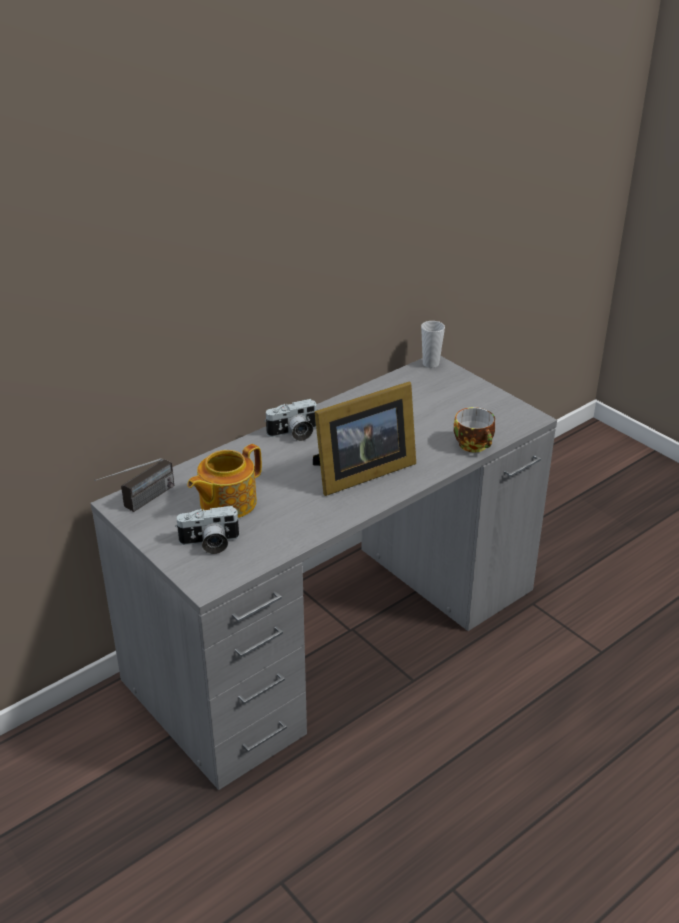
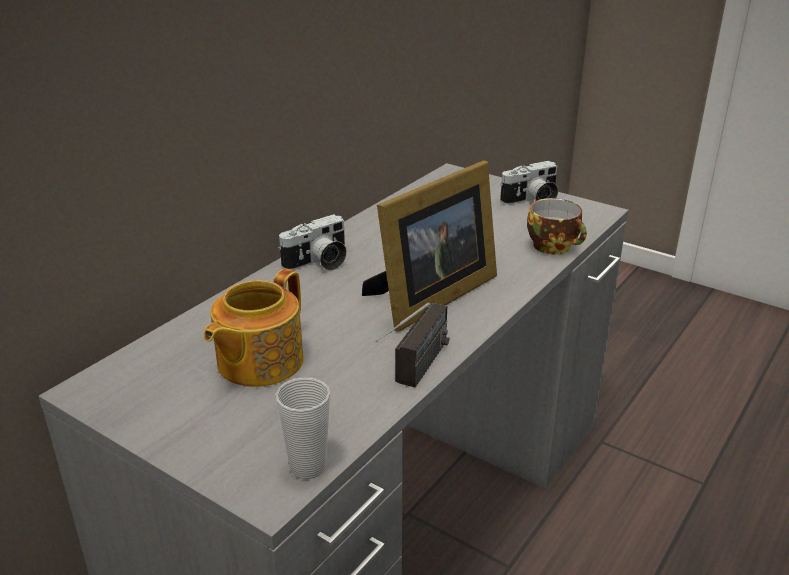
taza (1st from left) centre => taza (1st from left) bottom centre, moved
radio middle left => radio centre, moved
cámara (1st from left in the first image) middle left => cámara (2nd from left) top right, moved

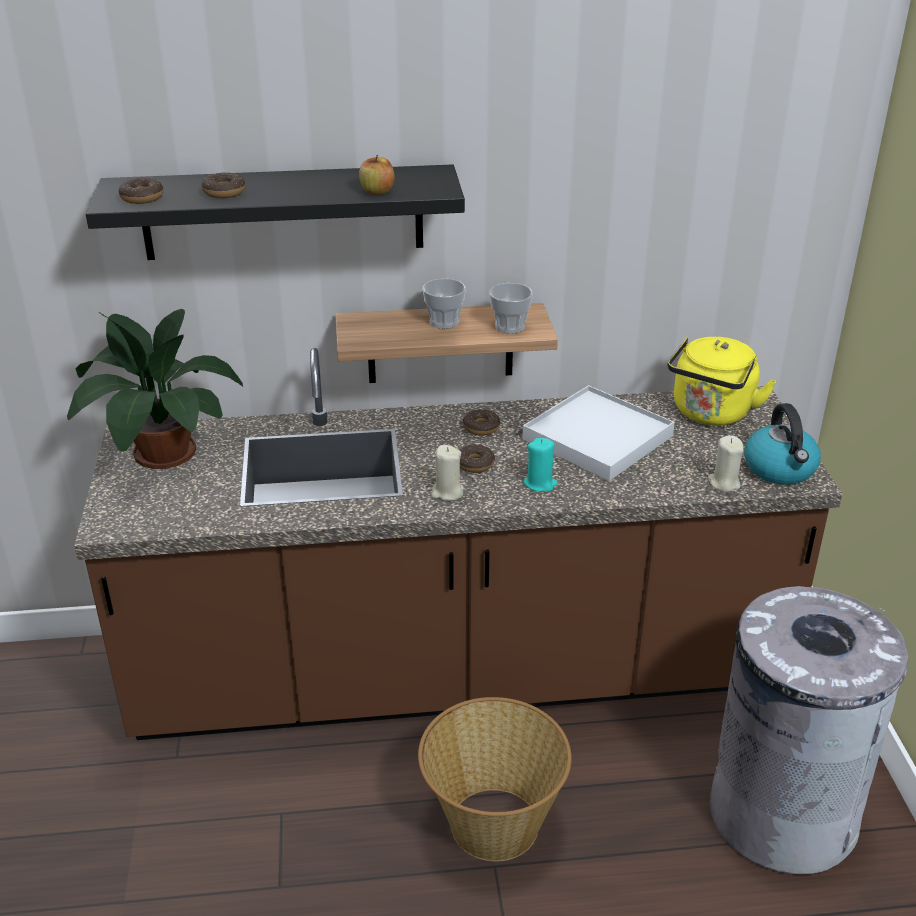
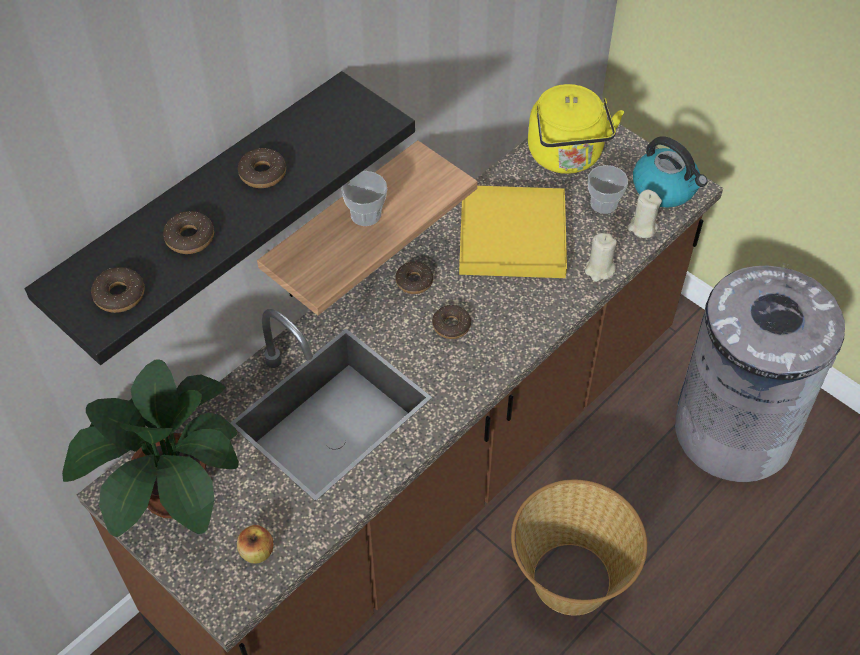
manzana top centre => manzana bottom left, moved
nothing => rosquilla (3rd from left) top left
bandeja [blanco] centre => bandeja [amarillo] centre
vela [beis] (1st from left) centre => vela [beis] (1st from left) middle right, moved
taza (2nd from left) centre => taza (2nd from left) top right, moved
vela [turquesa] centre => nothing

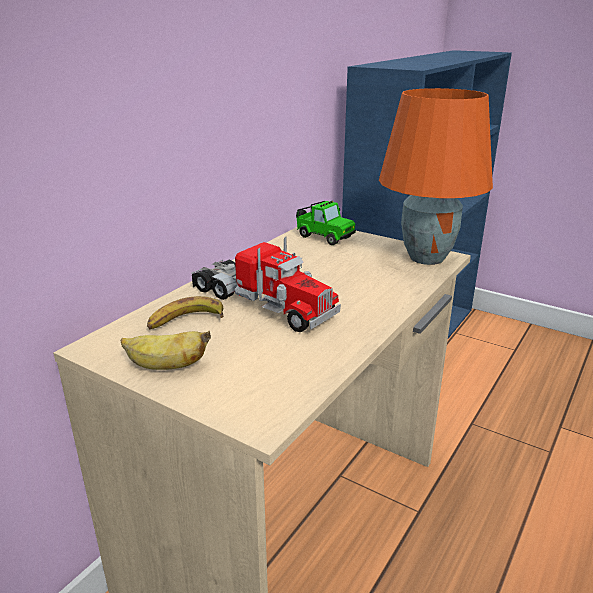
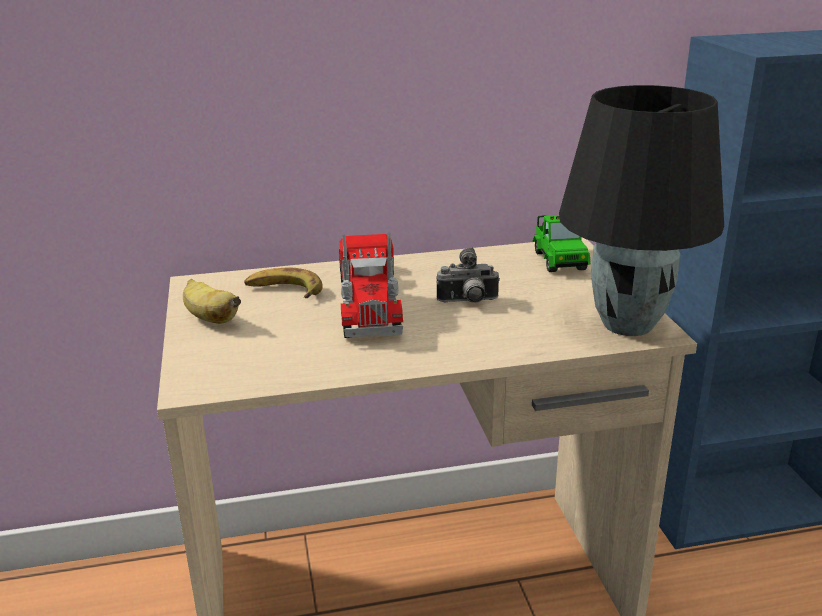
nothing => cámara centre
lámpara de mesa [naranja] top right => lámpara de mesa [negro] middle right

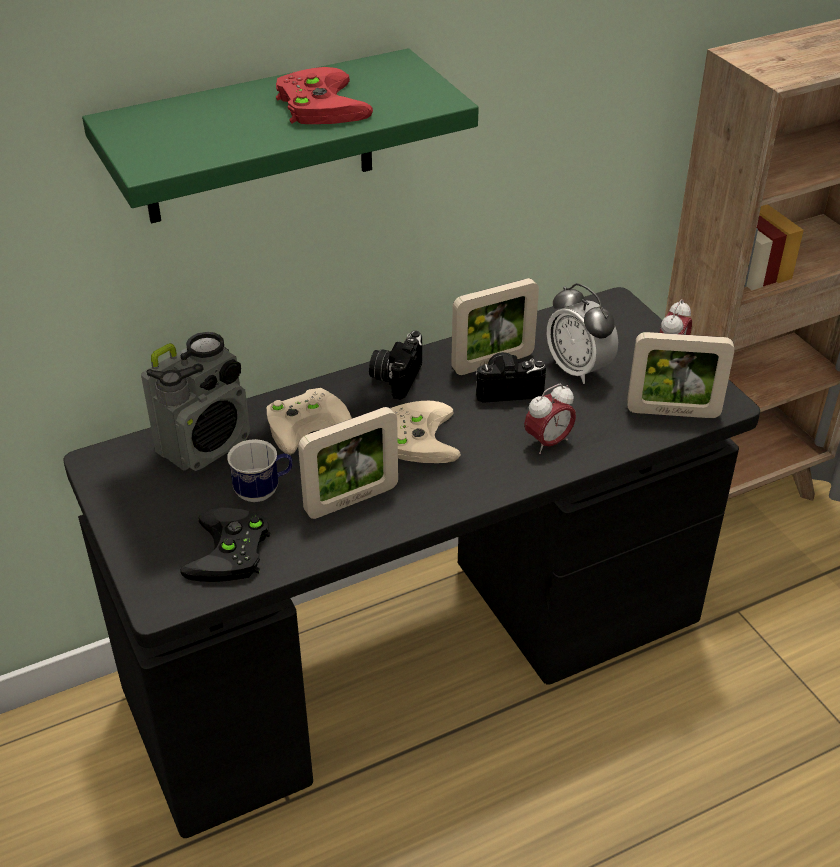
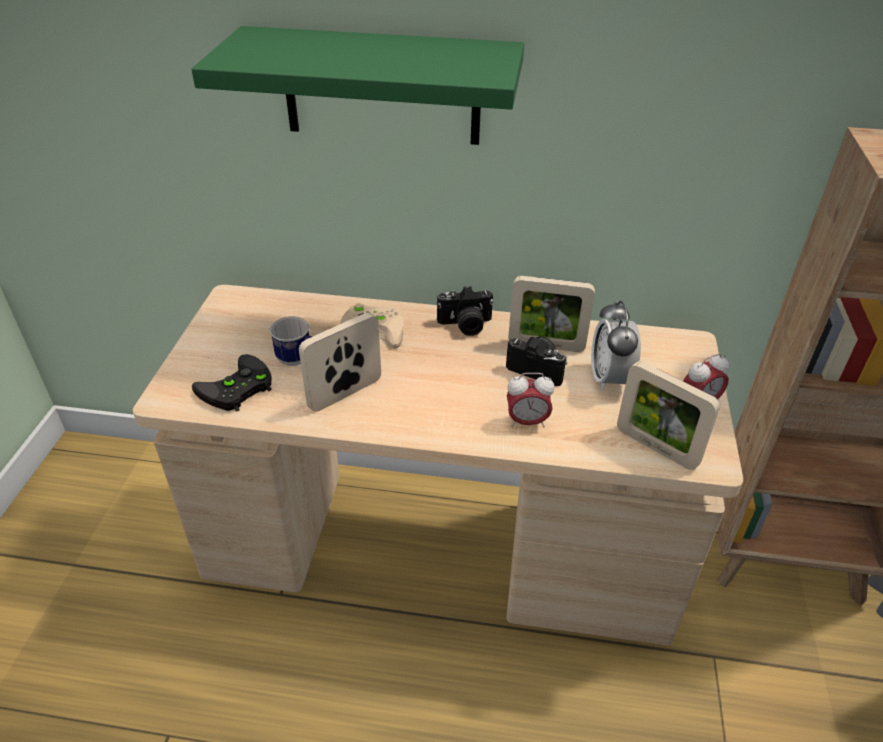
escritorio [negro] centre => escritorio [beis] centre
portarretratos (1st from left) centre, 135 degrees clockwise
cámara (1st from left) centre, 150 degrees counterclockwise
radio middle left => nothing
mando de consola [rojo] top centre => nothing
mando de consola [beis] (2nd from left) centre => nothing

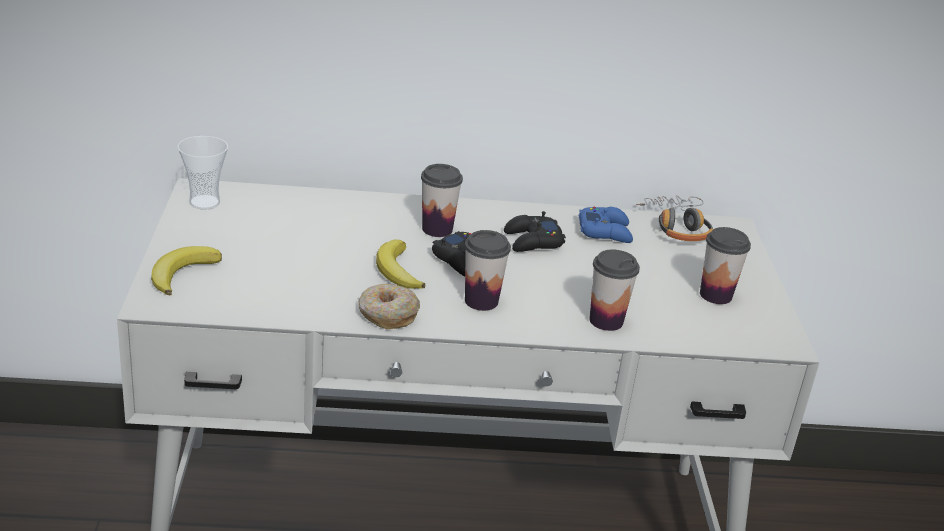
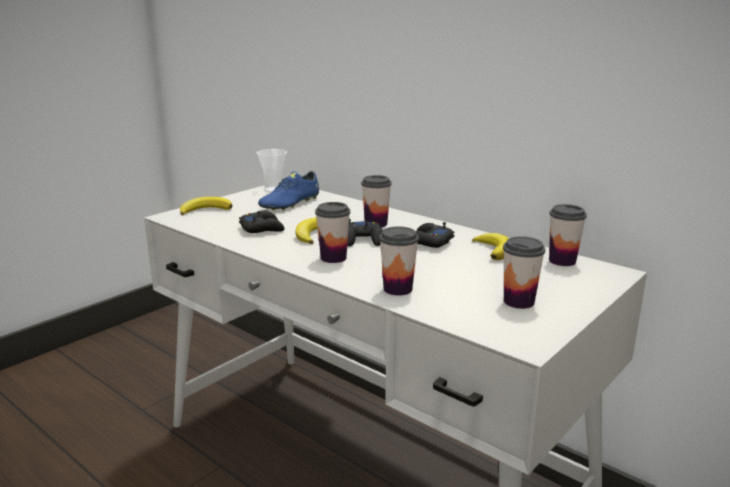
nothing => mando de consola [negro] (1st from left) centre
nothing => zapato [azul] centre
mando de consola [azul] centre => plátano (3rd from left) middle right
auriculares middle right => taza (6th from left) middle right
rosquilla centre => nothing

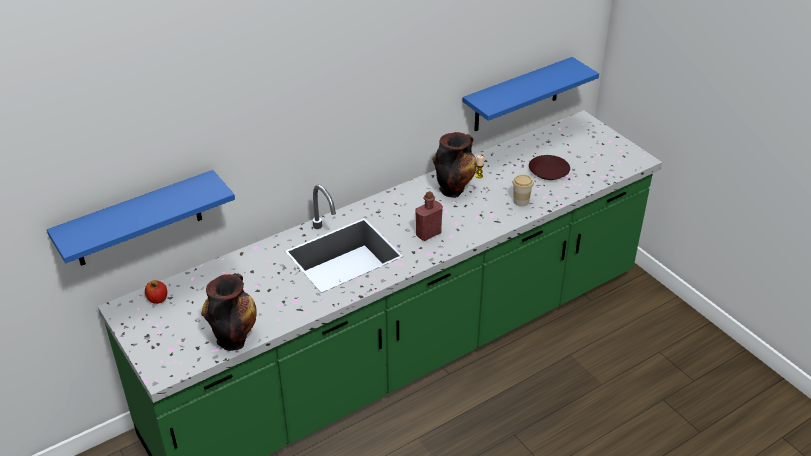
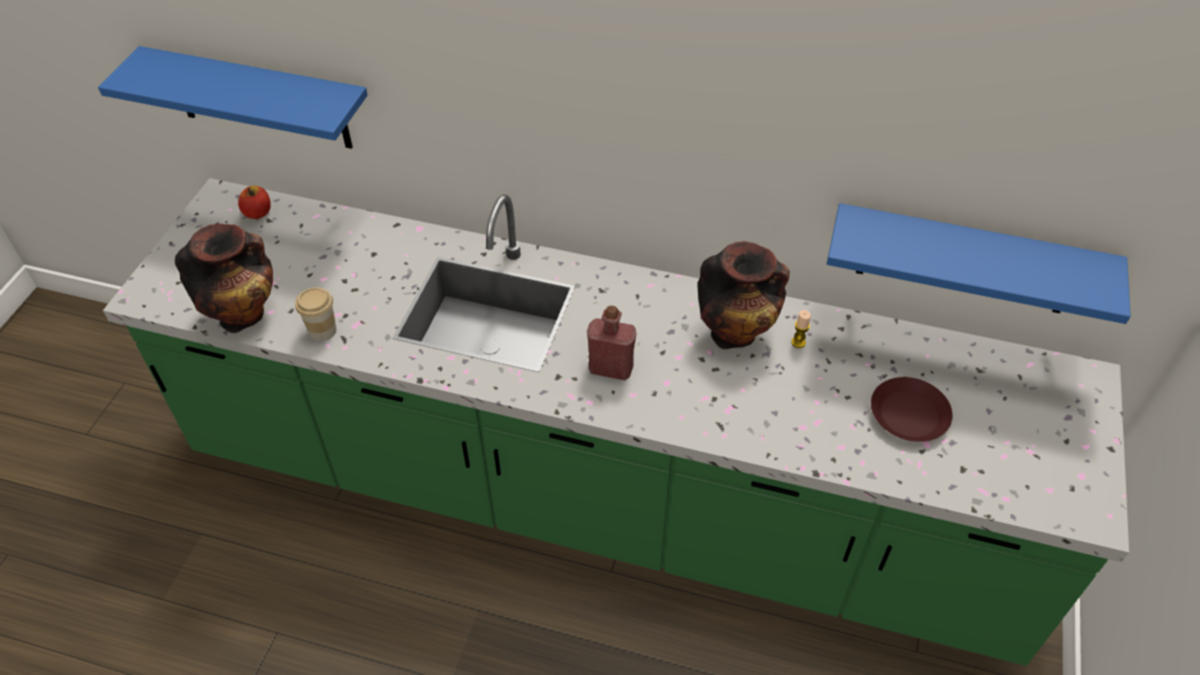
taza centre => taza middle left, moved

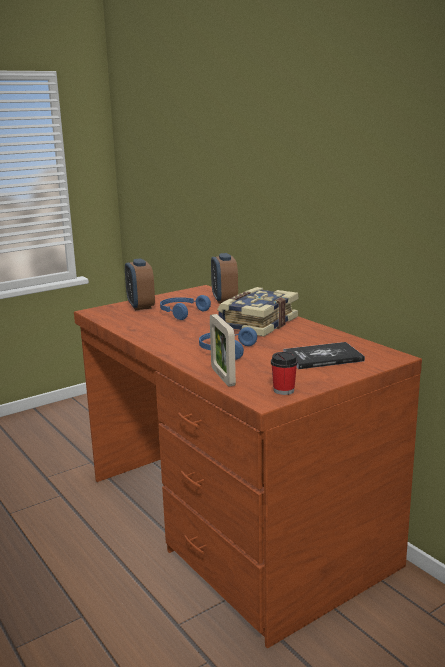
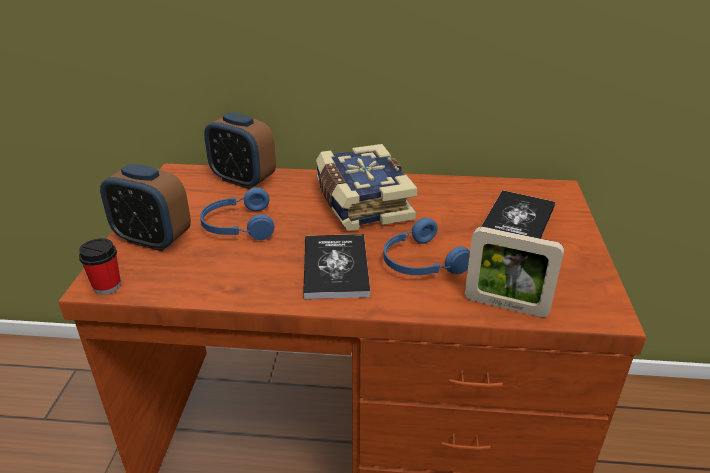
taza centre => taza middle left, moved
nothing => libro (1st from left) centre

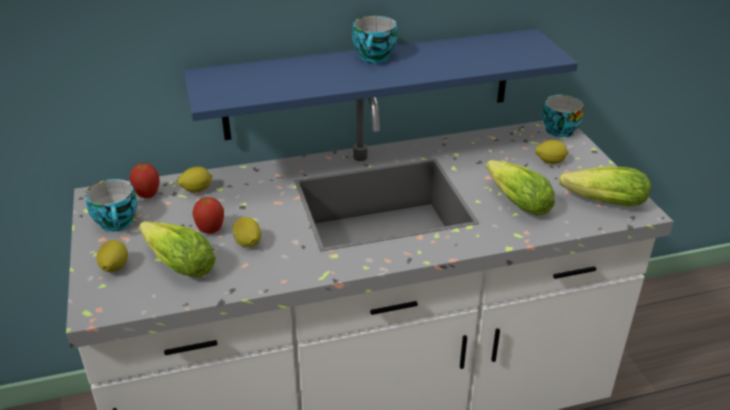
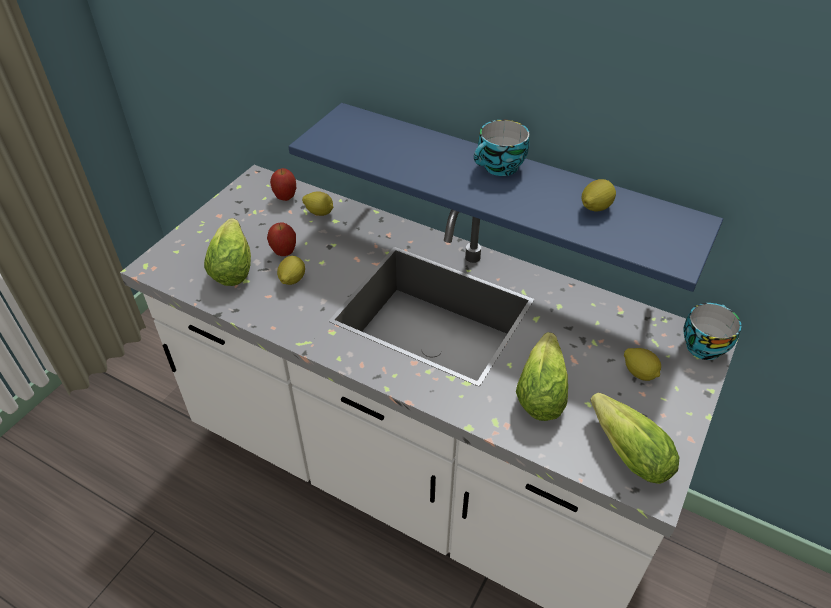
limón (1st from left in the first image) middle left => limón (3rd from left) top right, moved
taza (1st from left) middle left => nothing

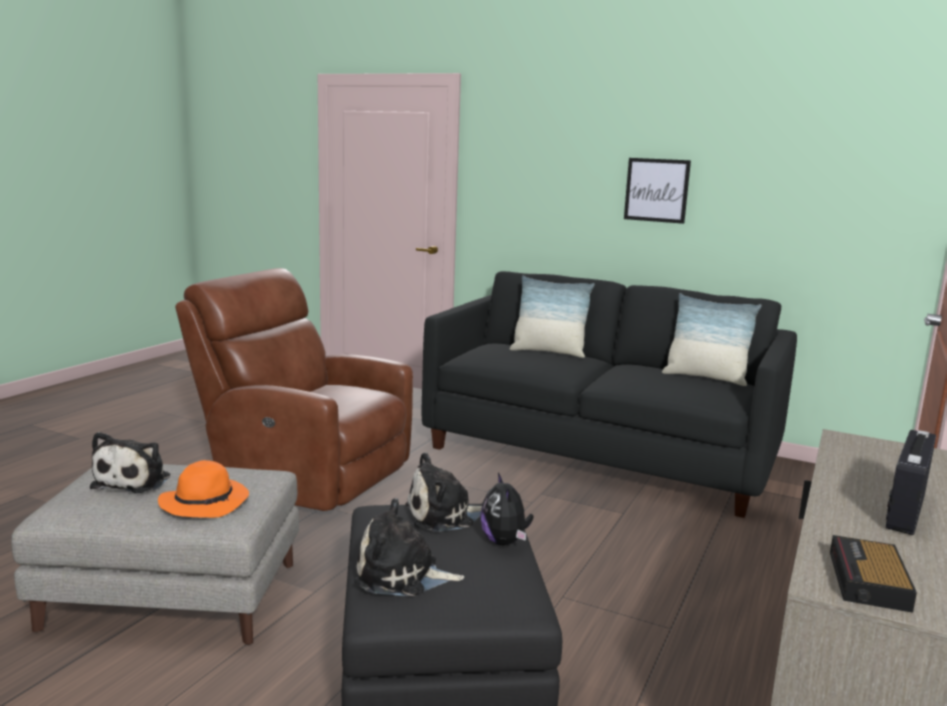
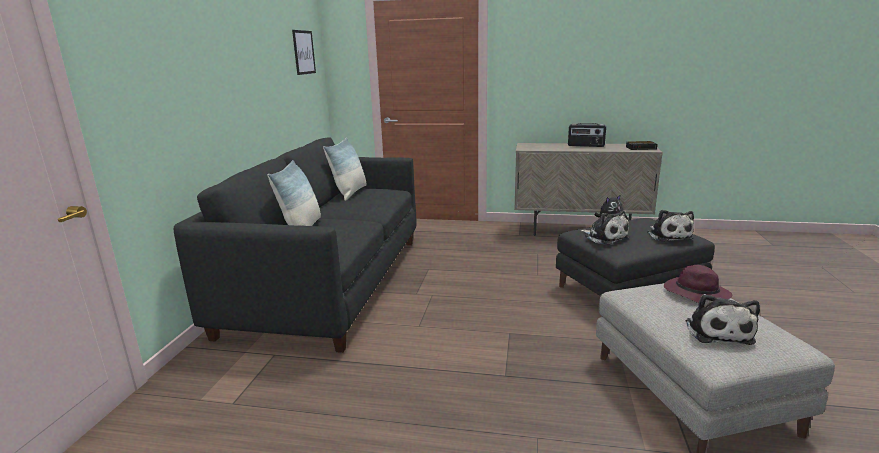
cuadro top right => cuadro top centre, moved
sombrero [naranja] bottom left => sombrero [morado] middle right
peluche (1st from left in the first image) middle left => peluche (4th from left) bottom right, 105 degrees clockwise
sillón [marrón] middle left => nothing

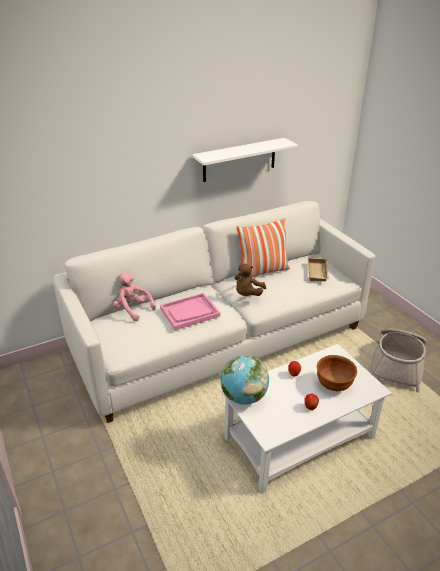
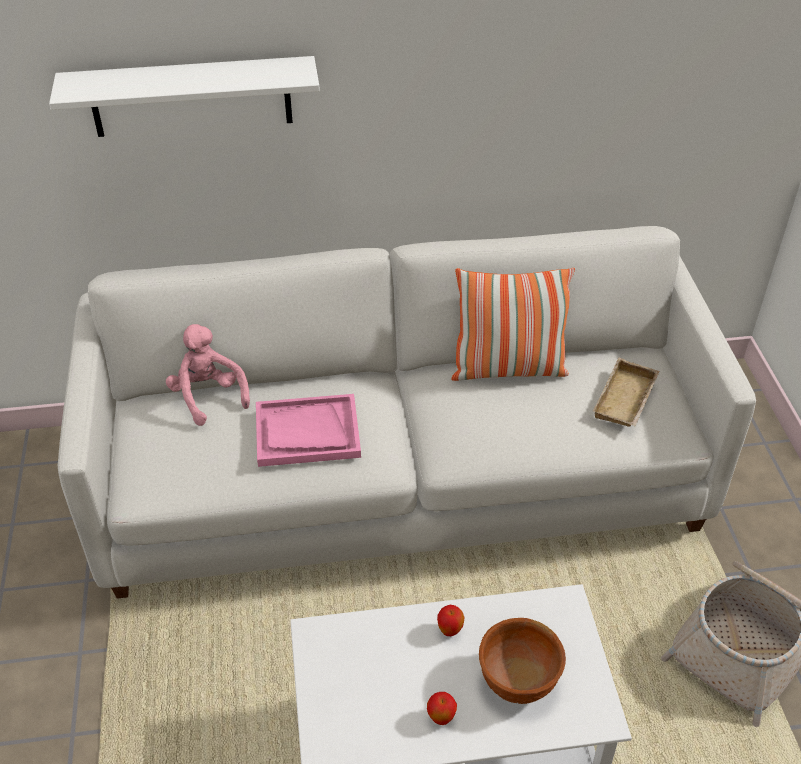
estante [blanco] top centre => estante [blanco] top left, moved
globo terráqueo centre => nothing
peluche [marrón] centre => nothing

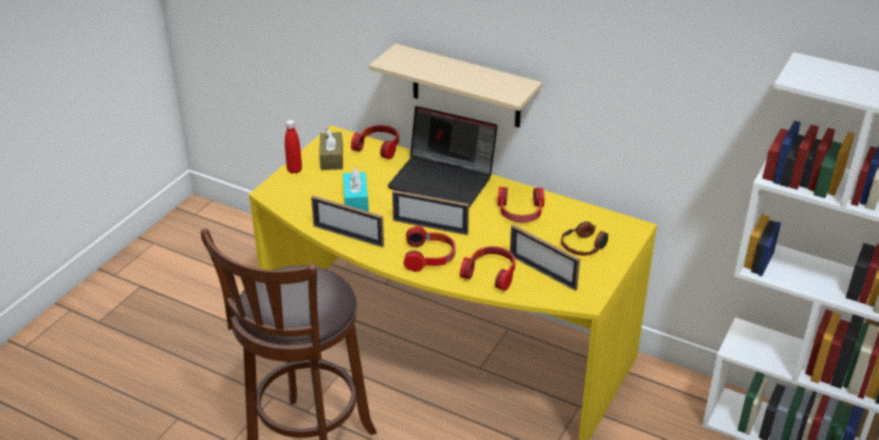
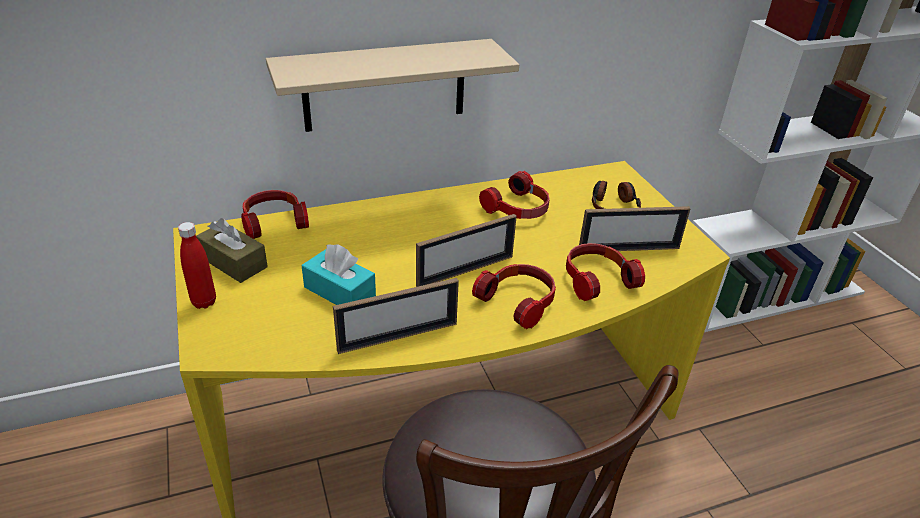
portátil centre => nothing

